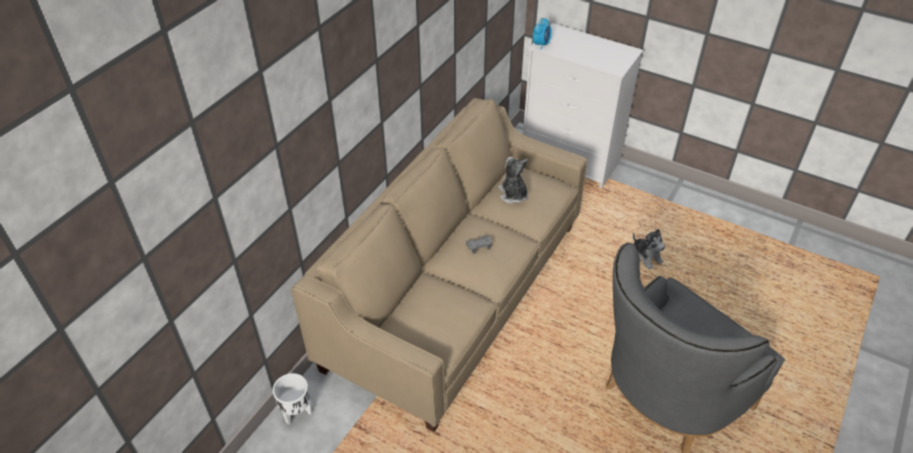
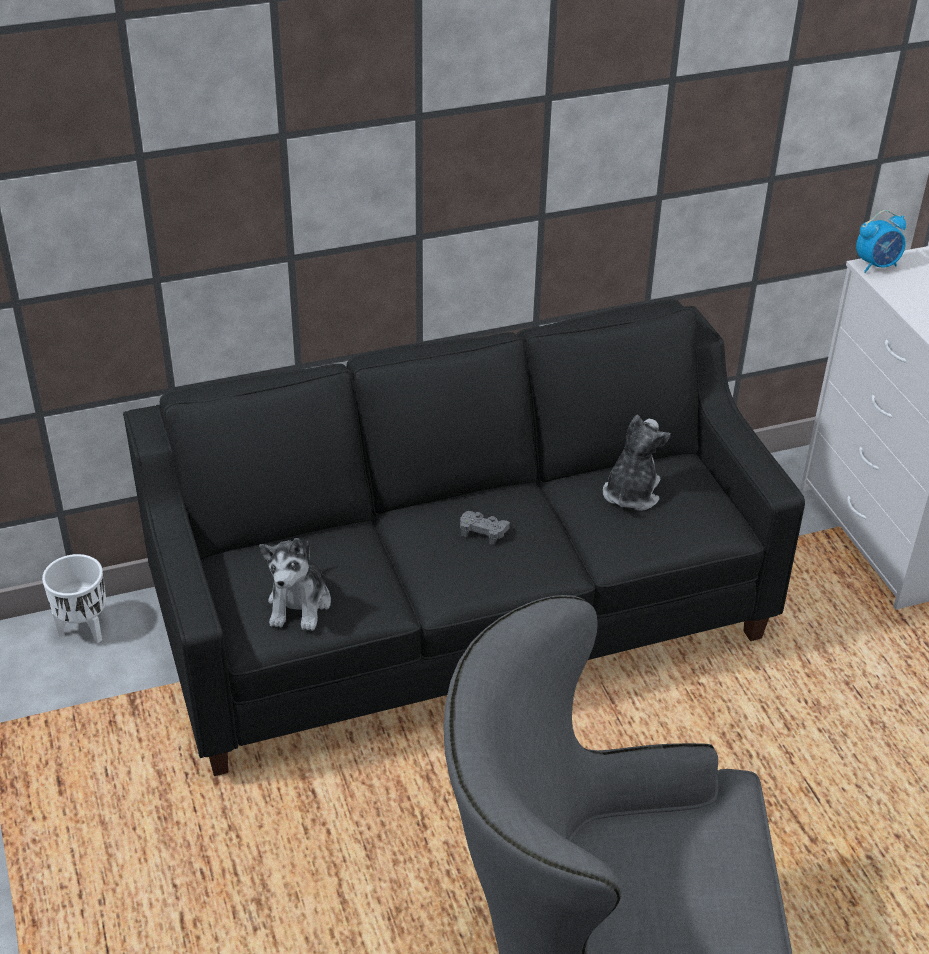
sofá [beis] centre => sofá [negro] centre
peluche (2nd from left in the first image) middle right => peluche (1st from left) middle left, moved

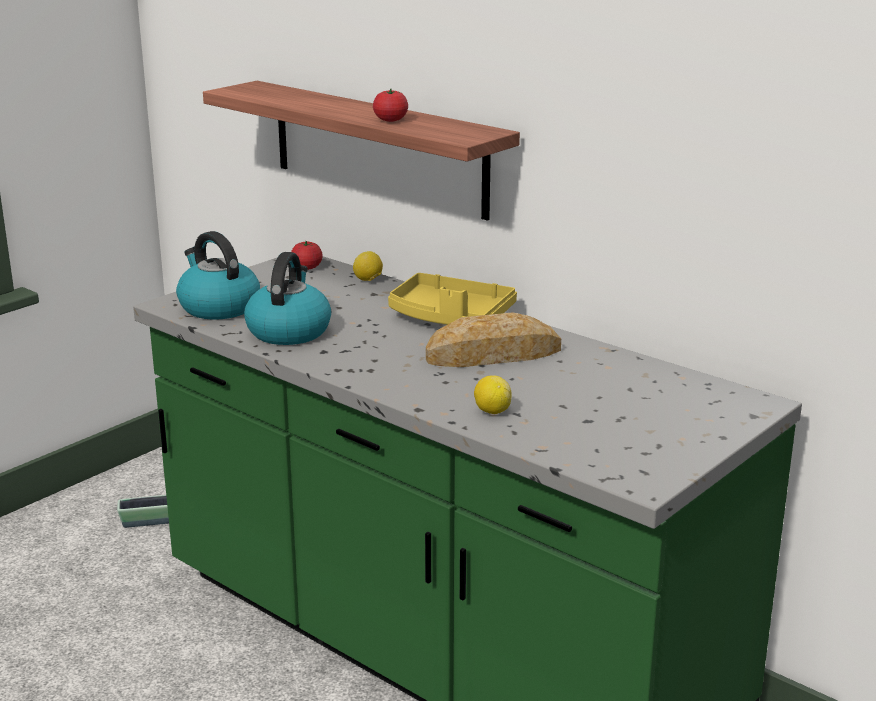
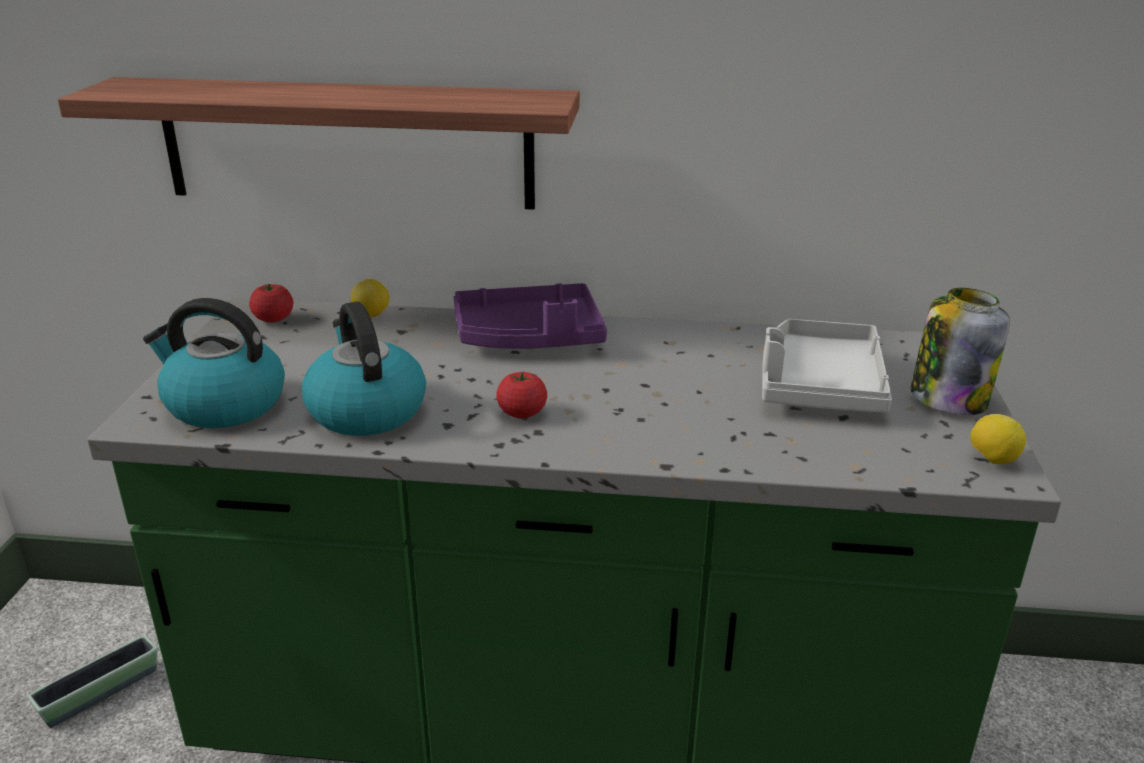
bandeja [amarillo] centre => bandeja [morado] centre
tomate (2nd from left) top centre => tomate (2nd from left) centre, moved
nothing => bandeja [gris] middle right
nothing => tarro middle right
limón (2nd from left) centre => limón (2nd from left) middle right, moved
pan centre => nothing

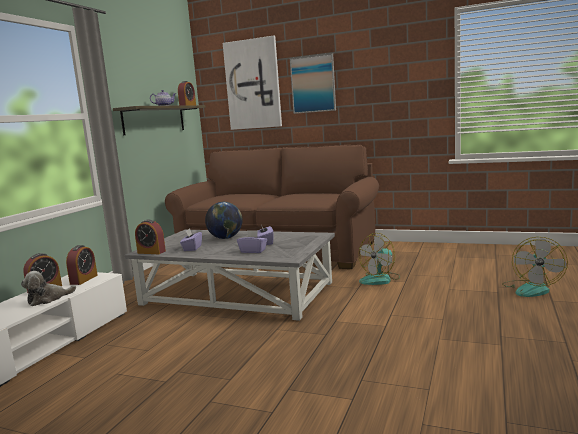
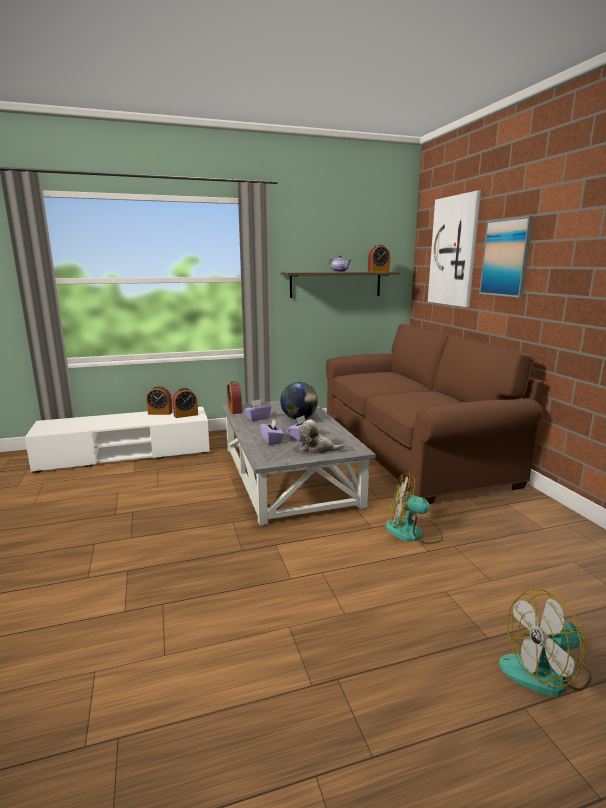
peluche middle left => peluche centre, moved

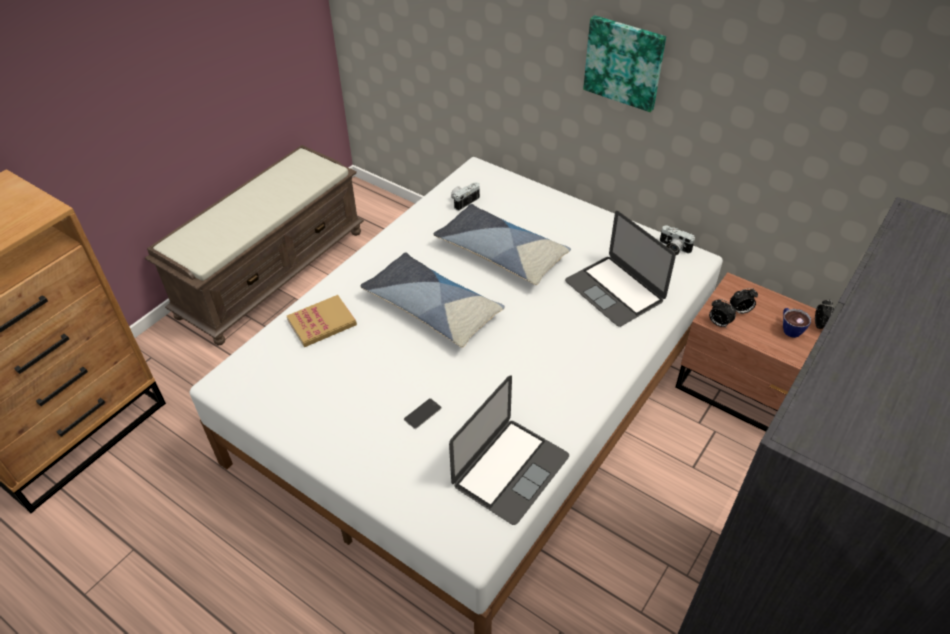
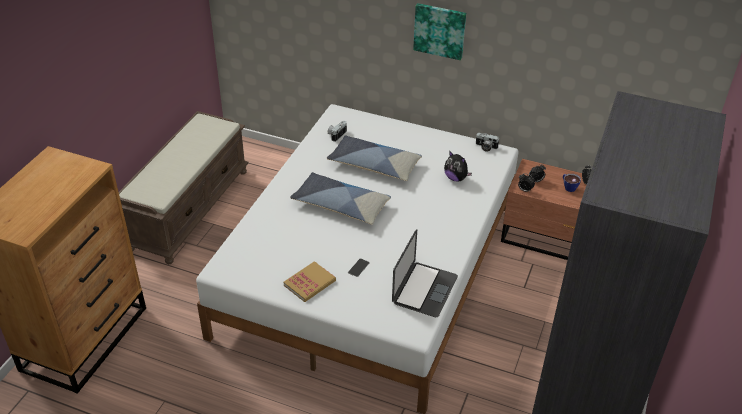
libro centre => libro bottom centre, moved
portátil (2nd from left) centre => peluche centre

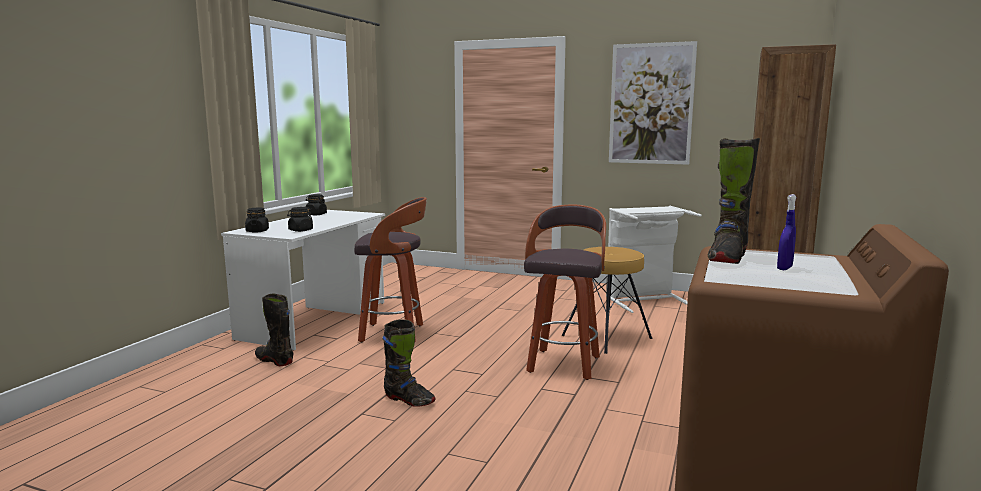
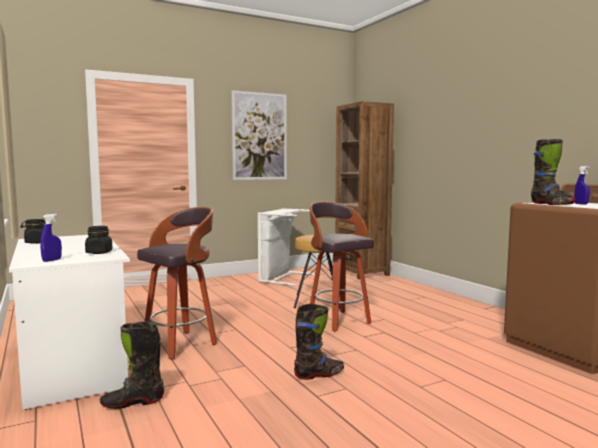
tarro [negro] (1st from left) middle left => pulverizador [azul] (1st from left) middle left

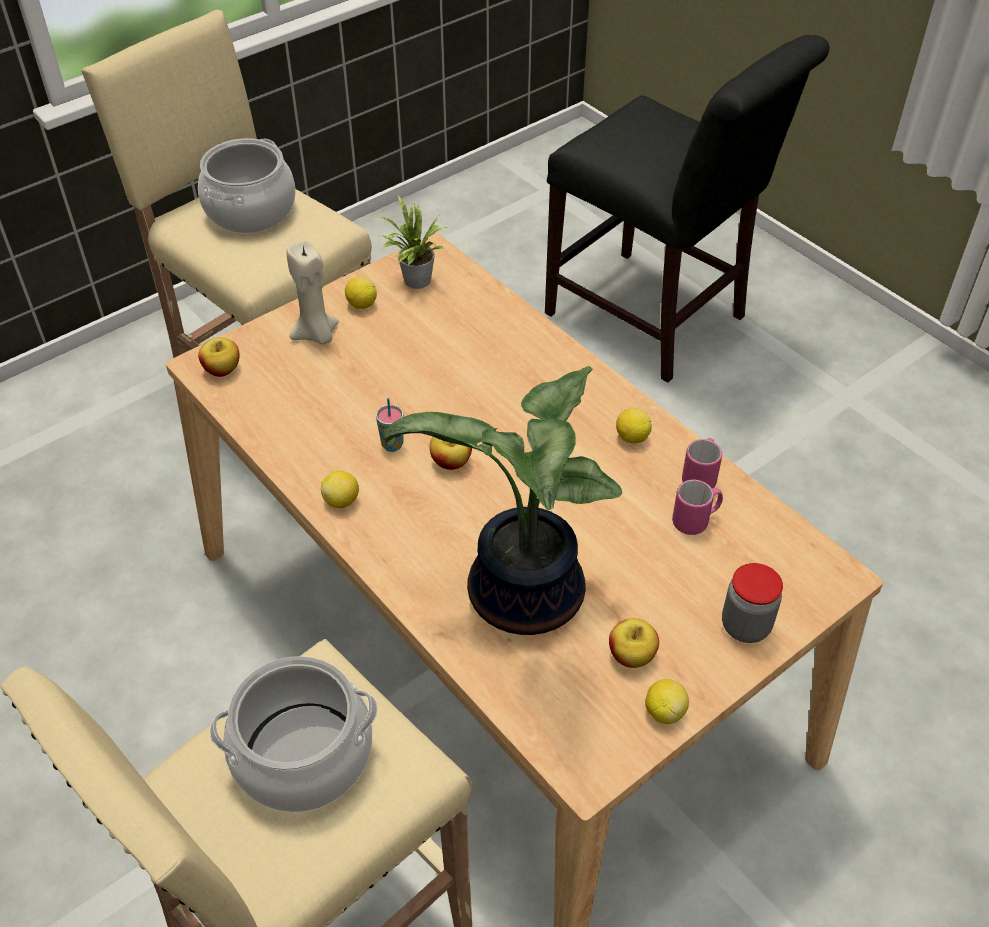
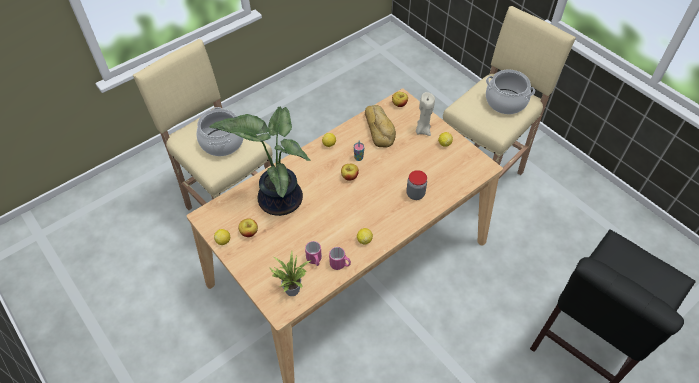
planta en maceta (1st from left in the first image) top centre => planta en maceta (2nd from left) bottom centre, moved
nothing => pan top centre
tarro middle right => tarro centre, moved

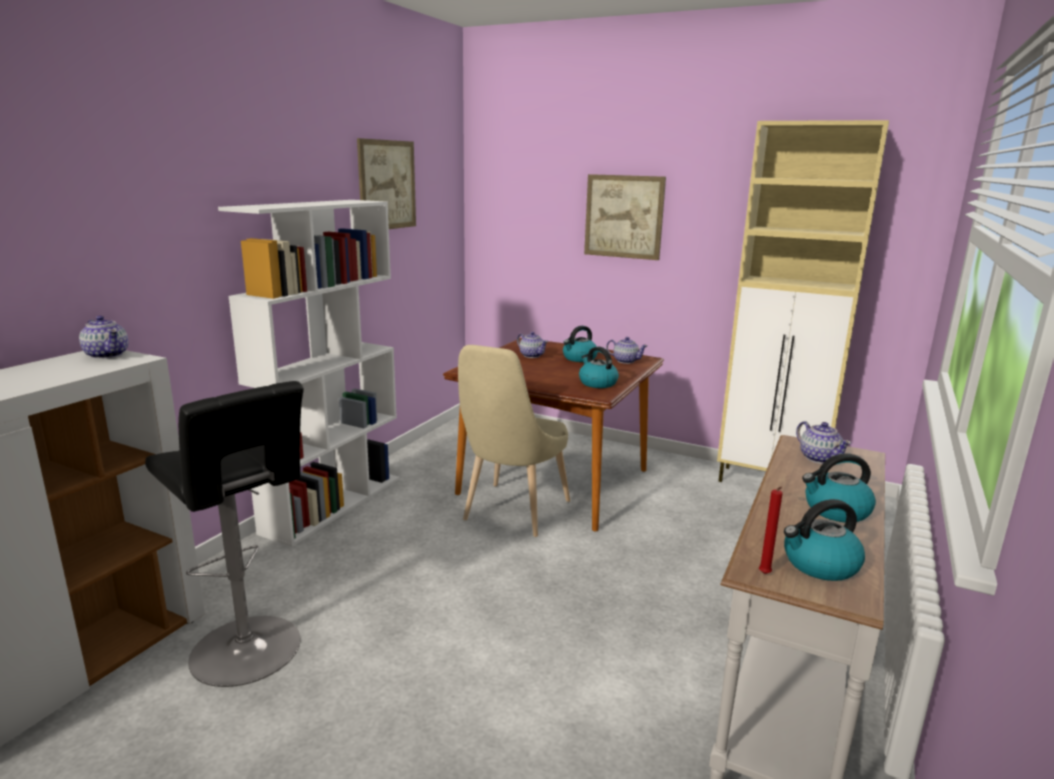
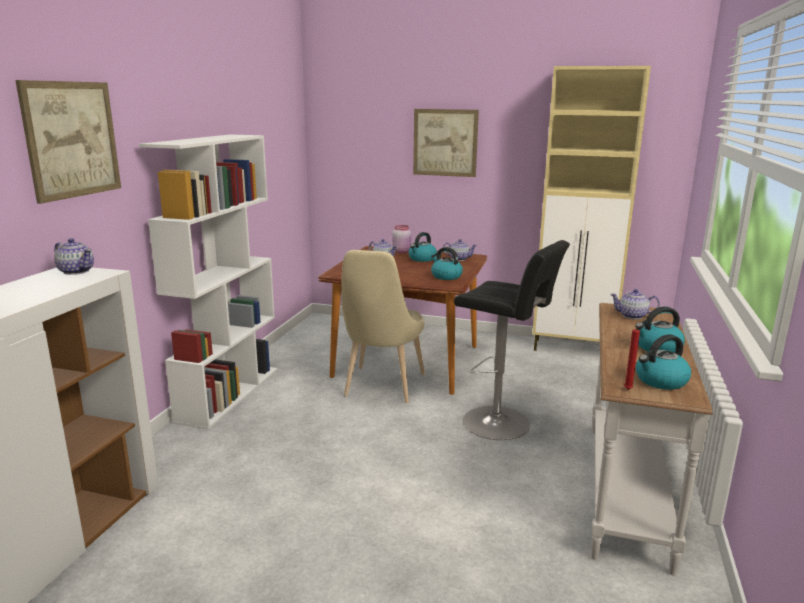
cuadro (1st from left) top centre => cuadro (1st from left) top left, moved
nothing => tarro [rosa] centre
taburete [negro] bottom left => taburete [negro] centre, moved
tetera (4th from left) middle right, 135 degrees clockwise

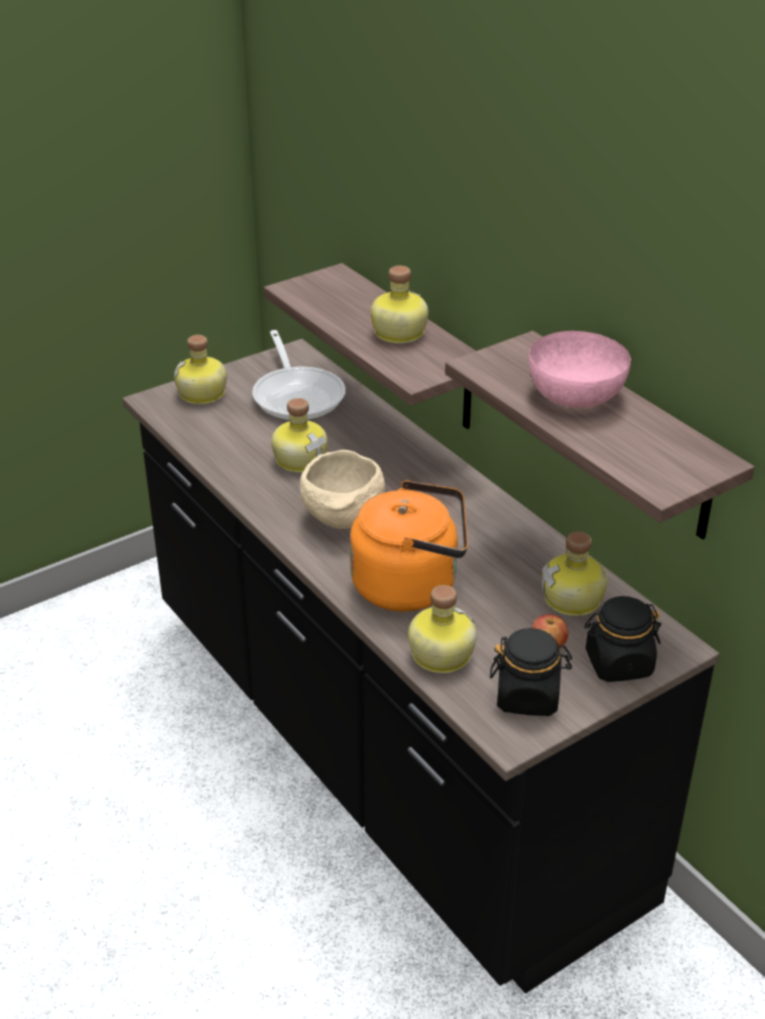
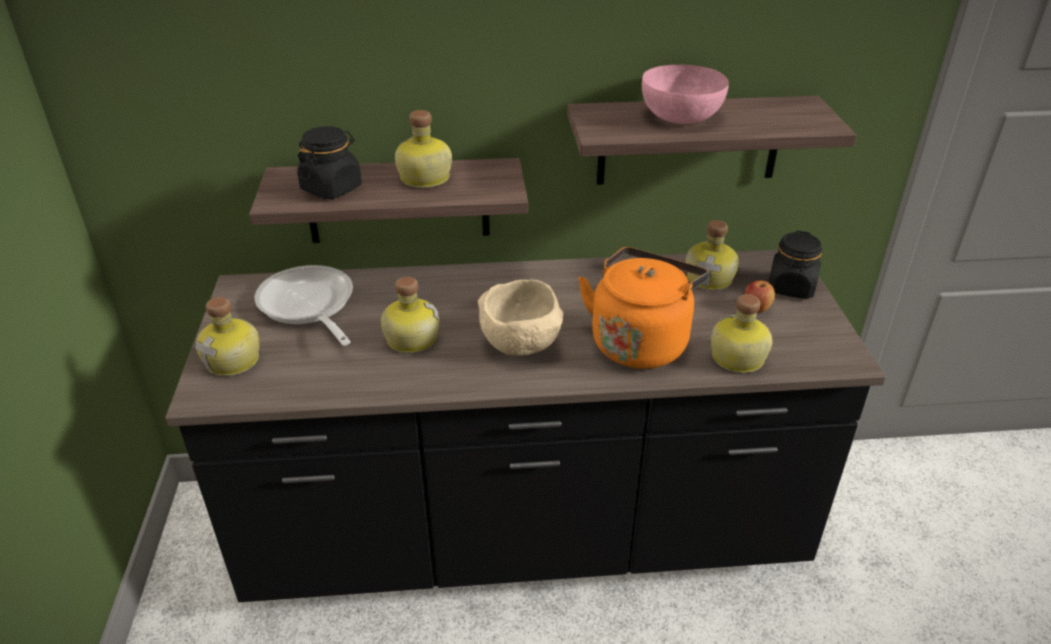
sartén centre => sartén middle left, 135 degrees counterclockwise
tarro [negro] (1st from left) middle right => tarro [negro] (1st from left) top left, moved

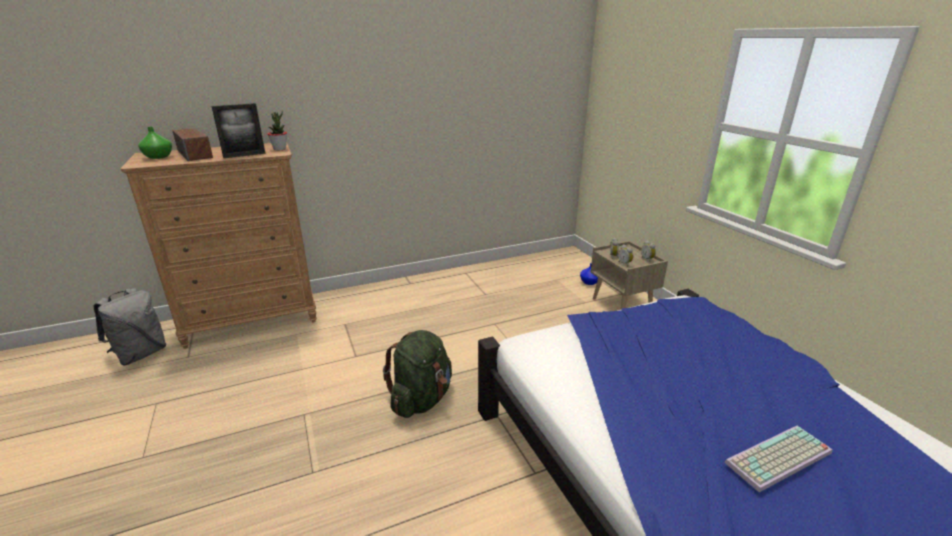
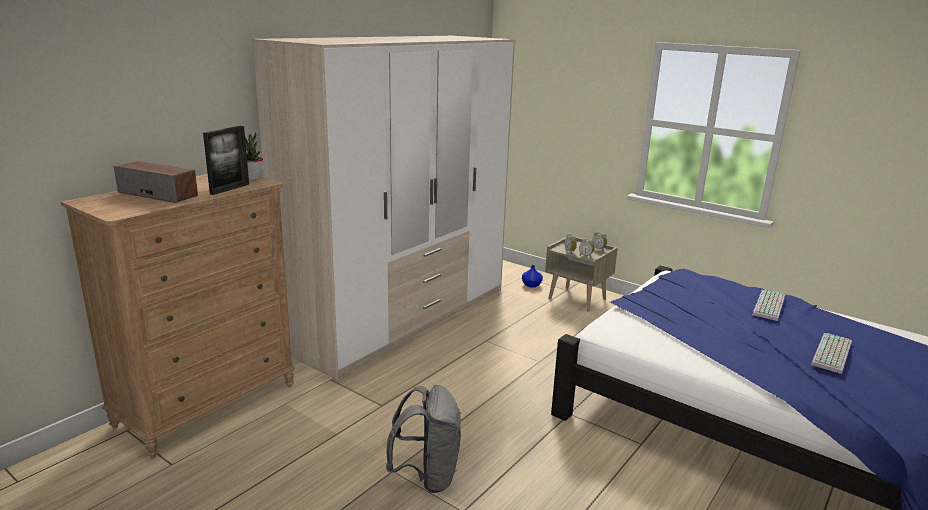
nothing => armario ropero centre
mochila [gris] middle left => mochila [gris] bottom centre, moved
nothing => teclado (1st from left) middle right
florero [verde] top left => nothing
mochila [verde] bottom centre => nothing

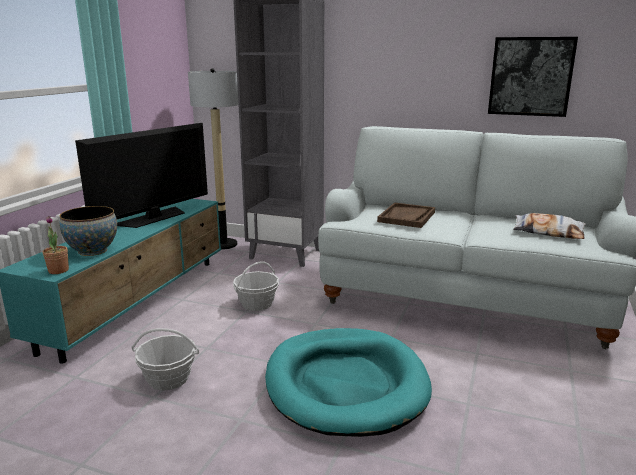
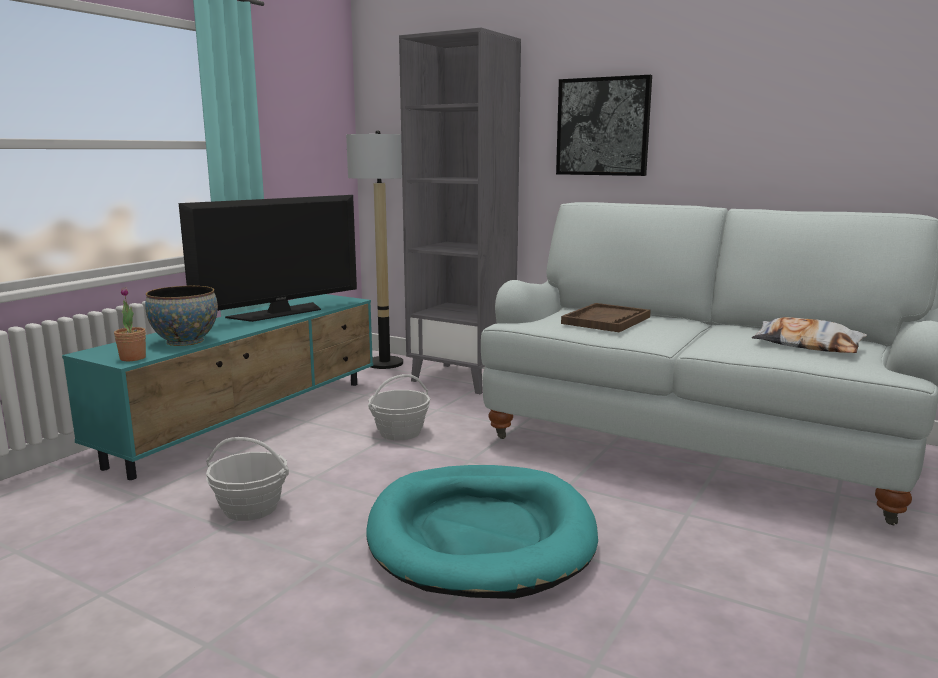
cuadro top right => cuadro top centre, moved

